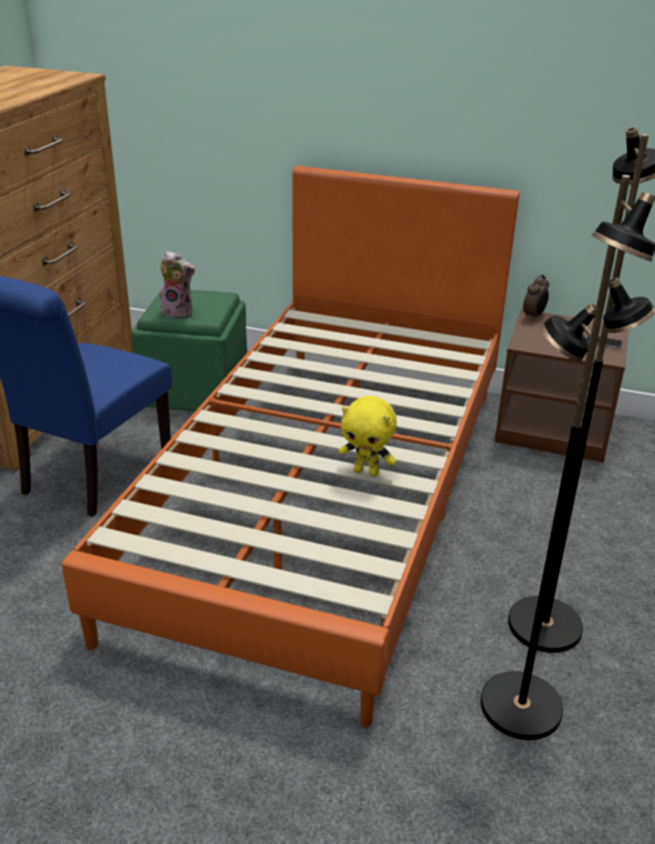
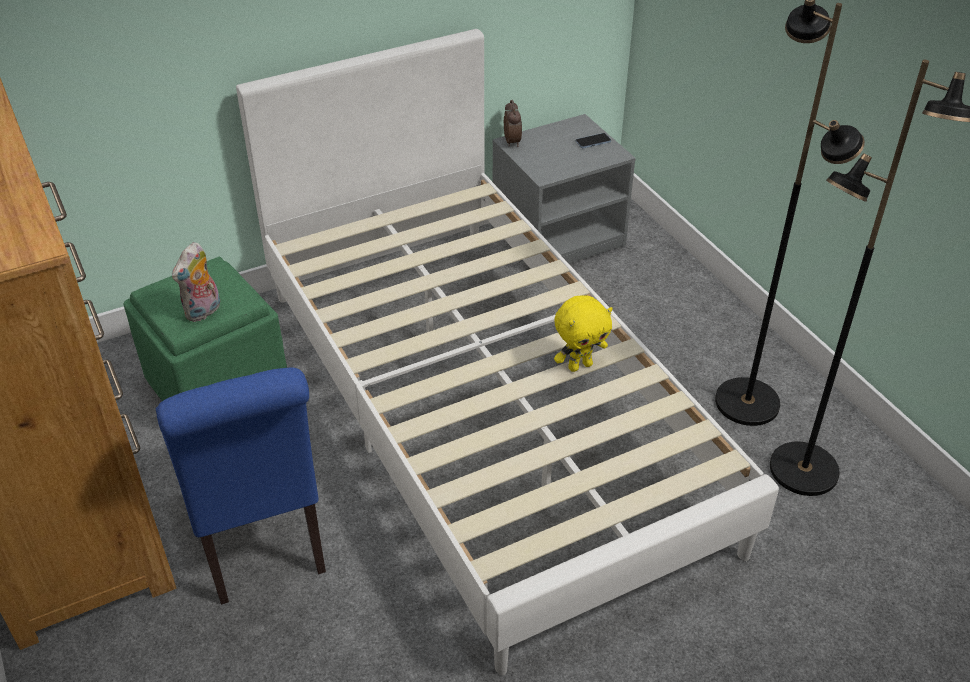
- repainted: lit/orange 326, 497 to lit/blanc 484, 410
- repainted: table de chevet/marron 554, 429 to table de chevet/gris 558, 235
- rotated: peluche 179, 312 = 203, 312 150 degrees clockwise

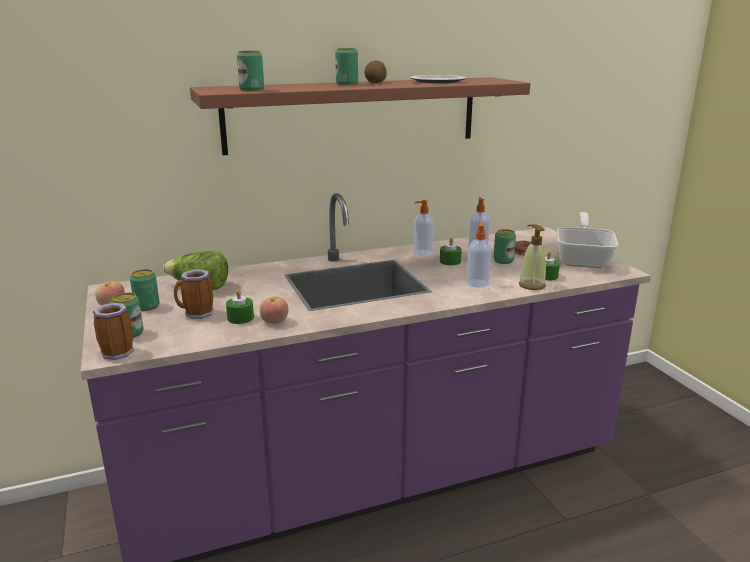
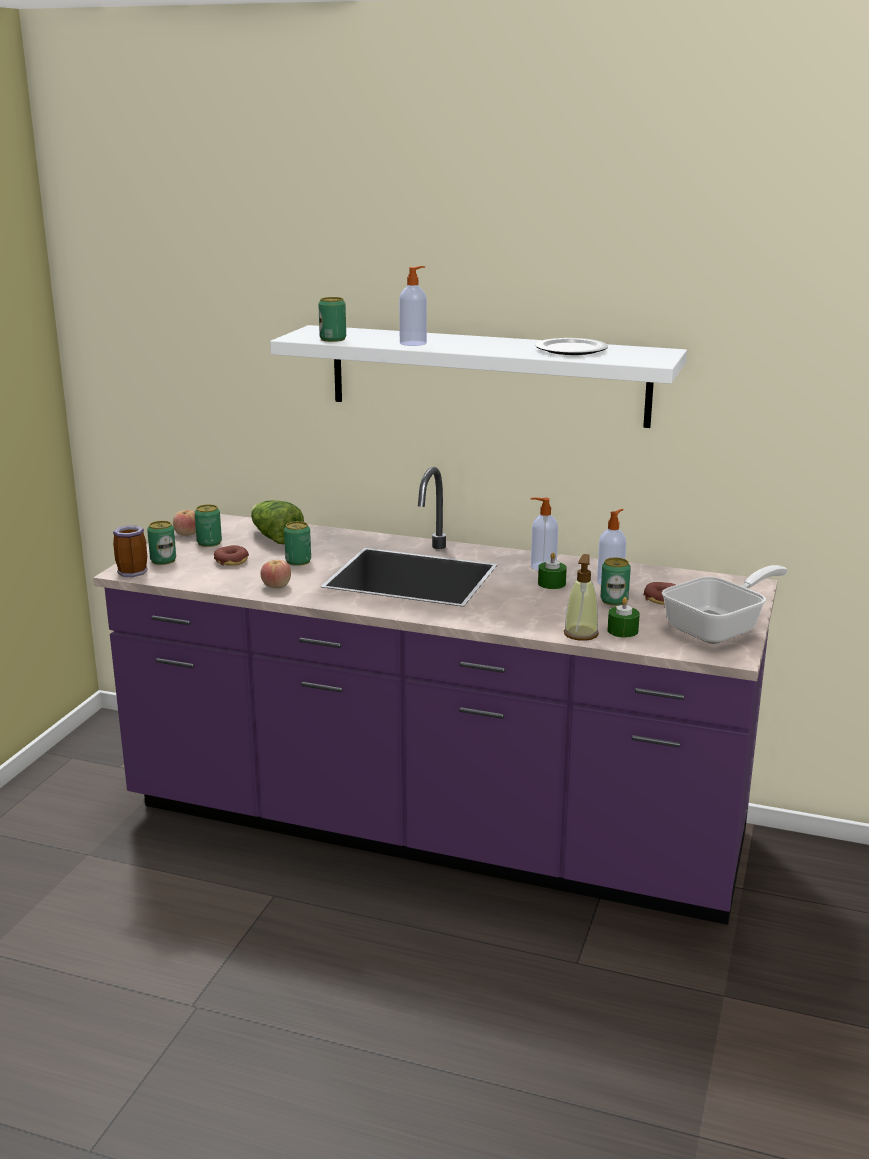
- gone: bougie/vert 240, 318
- gone: pomme de terre 375, 82
- shifted: boîte métallique 347, 84 to 298, 561
- shifted: distributeur de savon 477, 283 to 414, 343
- swapped: mug 196, 314 to beignet 231, 561
- repainted: étagère/marron 353, 114 to étagère/blanc 487, 375

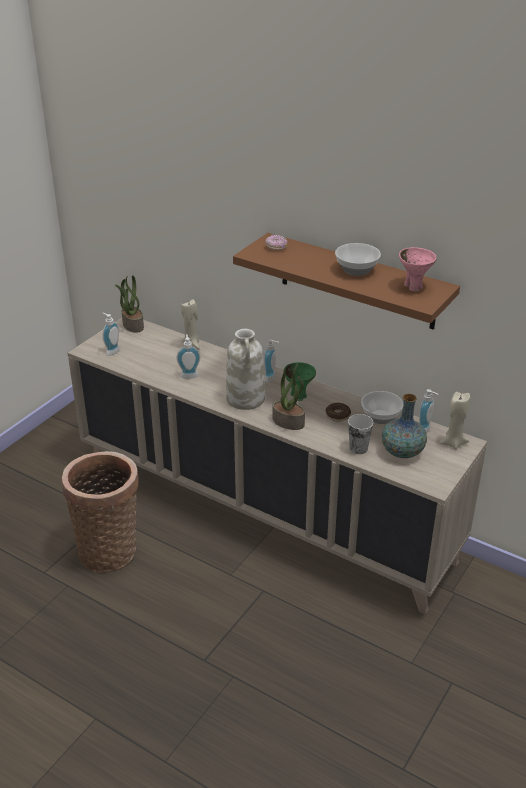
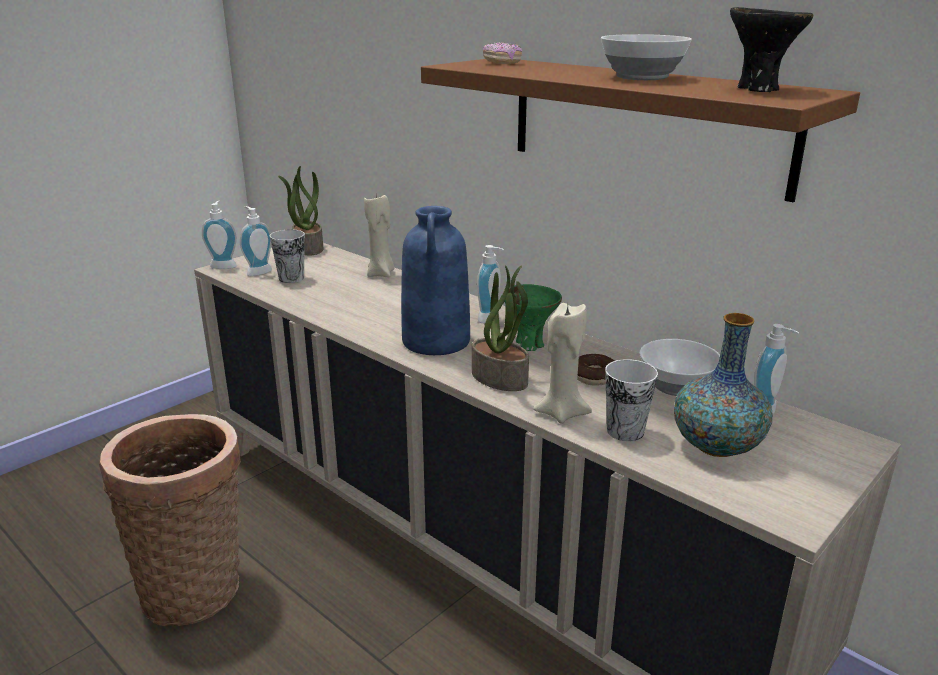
- new: tasse 291, 278
- shifted: distributeur de savon 189, 375 to 224, 265
- shifted: bougie/beige 453, 443 to 561, 413
- repainted: vase/blanc 246, 399 to vase/bleu 436, 341
- repainted: bol/rose 413, 287 to bol/noir 758, 89

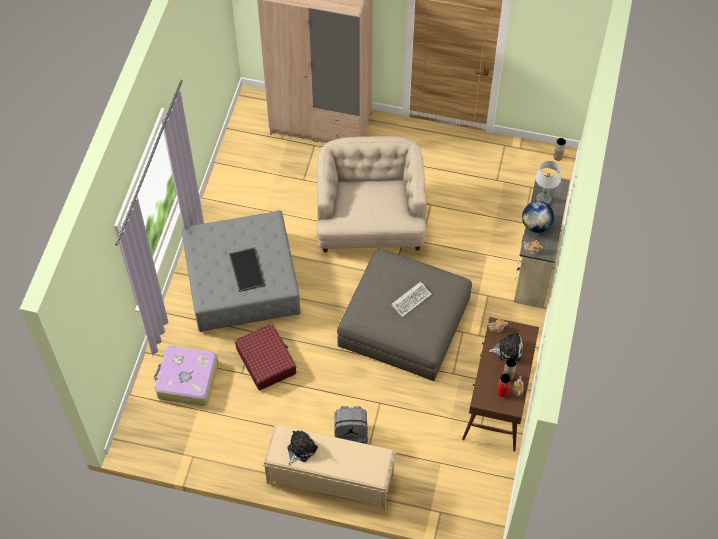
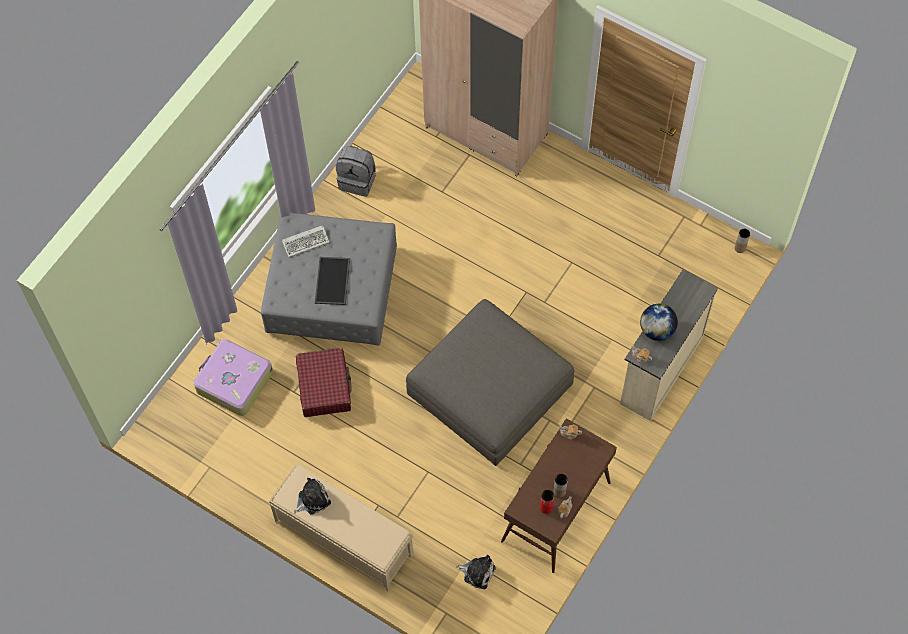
- gone: fauteuil/beige 370, 222
- gone: lampe de table 543, 199
- shifted: sac à dos/gris 351, 435 to 358, 180
- shifted: clavier 411, 299 to 306, 241
- shifted: peluche 508, 350 to 477, 572

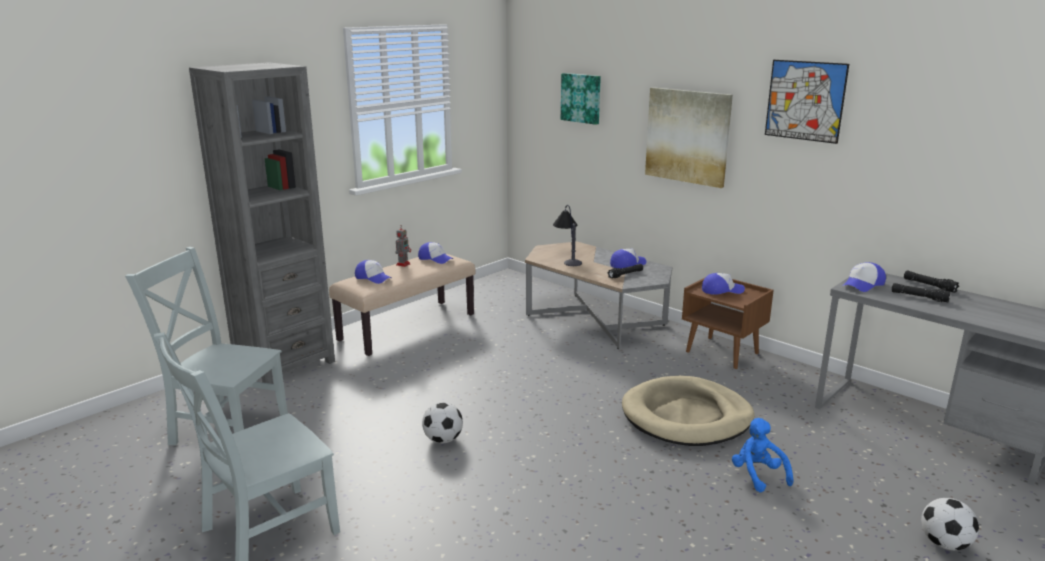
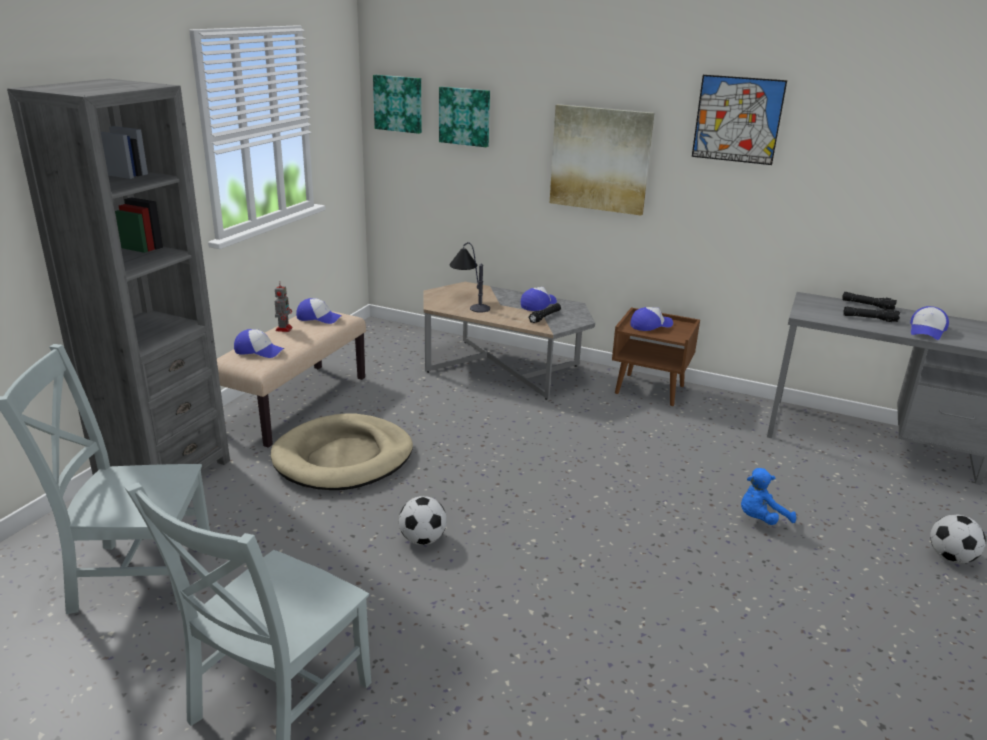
- new: tableau 398, 103
- shifted: panier pour chien/beige 686, 416 to 343, 457
- shifted: casquette 863, 284 to 927, 331
- rotated: peluche/bleu 758, 475 = 760, 519 75 degrees counterclockwise

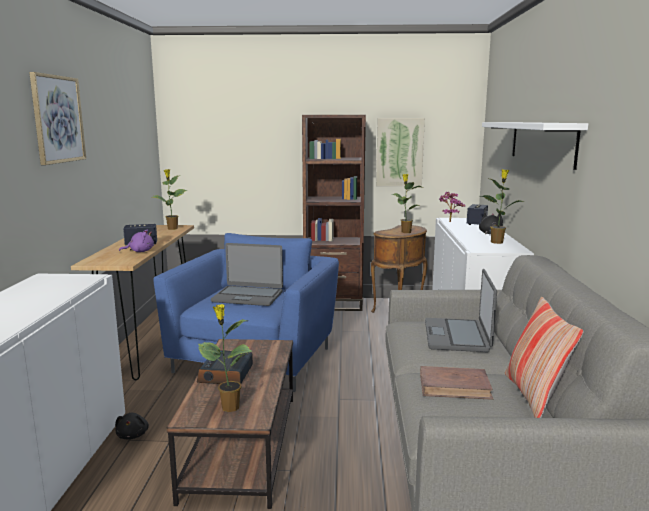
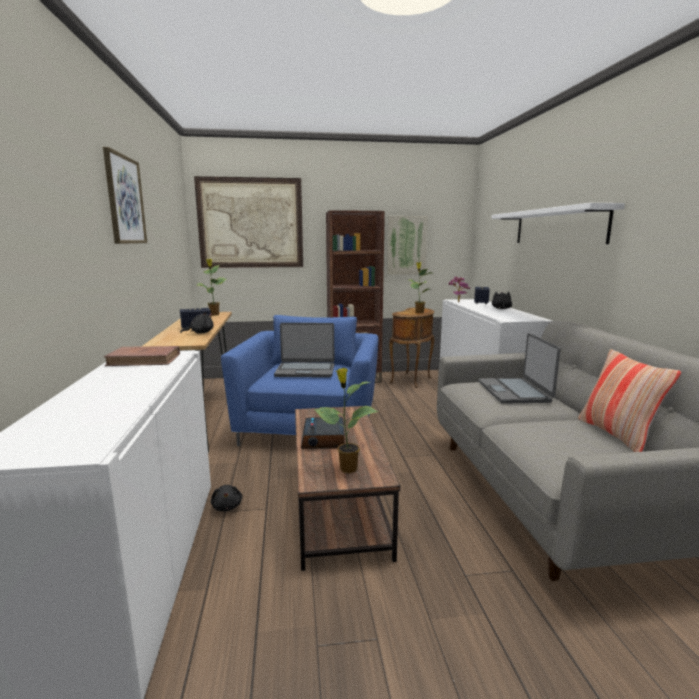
- gone: plante en pot 497, 242
- new: tableau 250, 223
- shifted: livre/marron 455, 386 to 144, 360
- repainted: peluche/violet 140, 251 to peluche/noir 200, 333

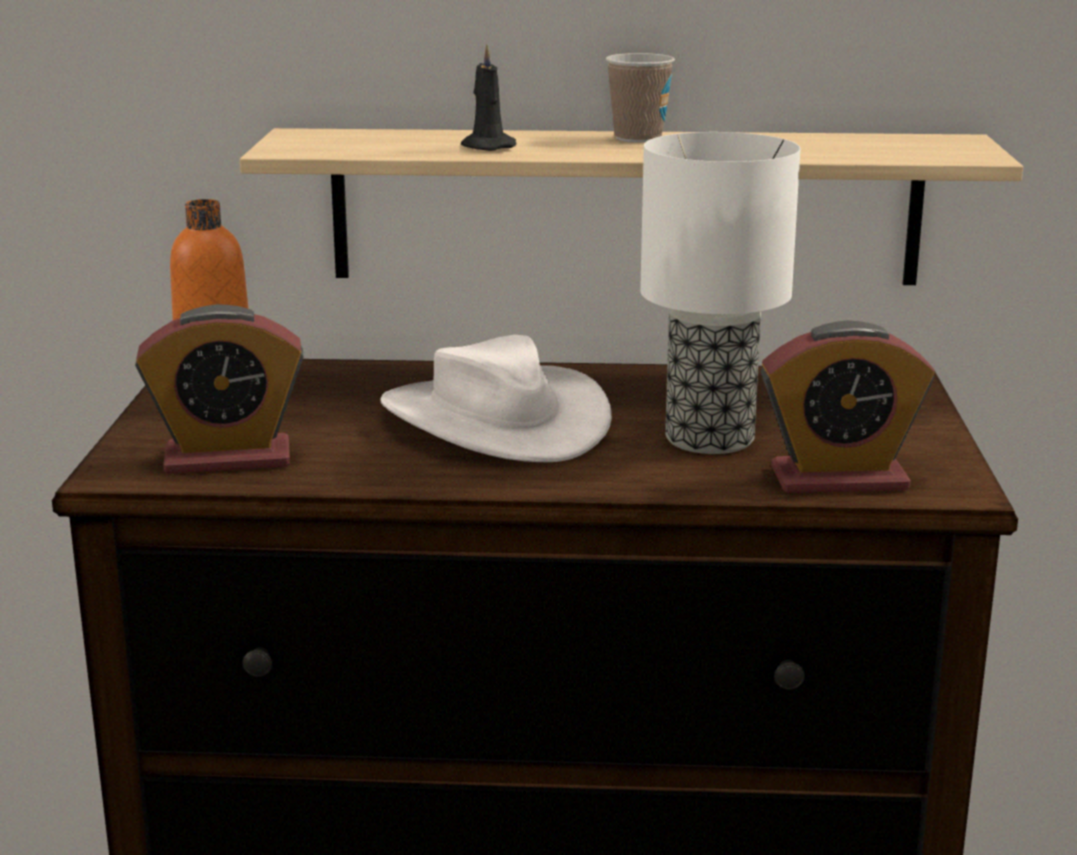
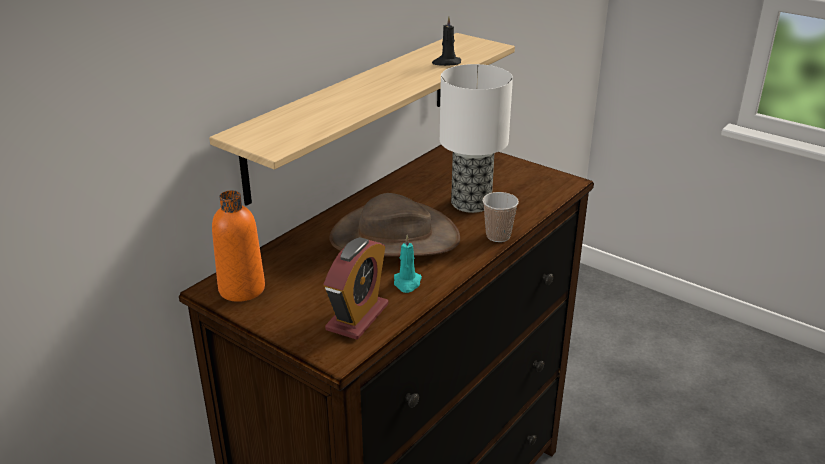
- gone: réveil 839, 479
- new: bougie/turquoise 407, 283
- shifted: bougie/noir 486, 147 to 446, 63
- shifted: tasse 638, 138 to 498, 236
- repainted: chapeau/blanc 494, 420 to chapeau/marron 394, 238

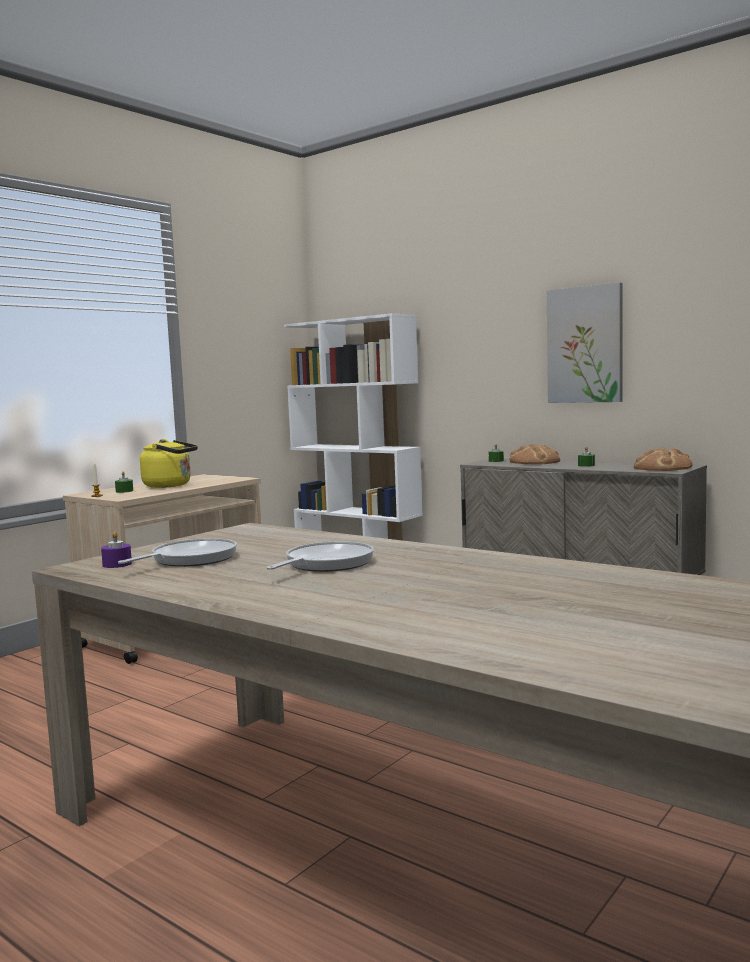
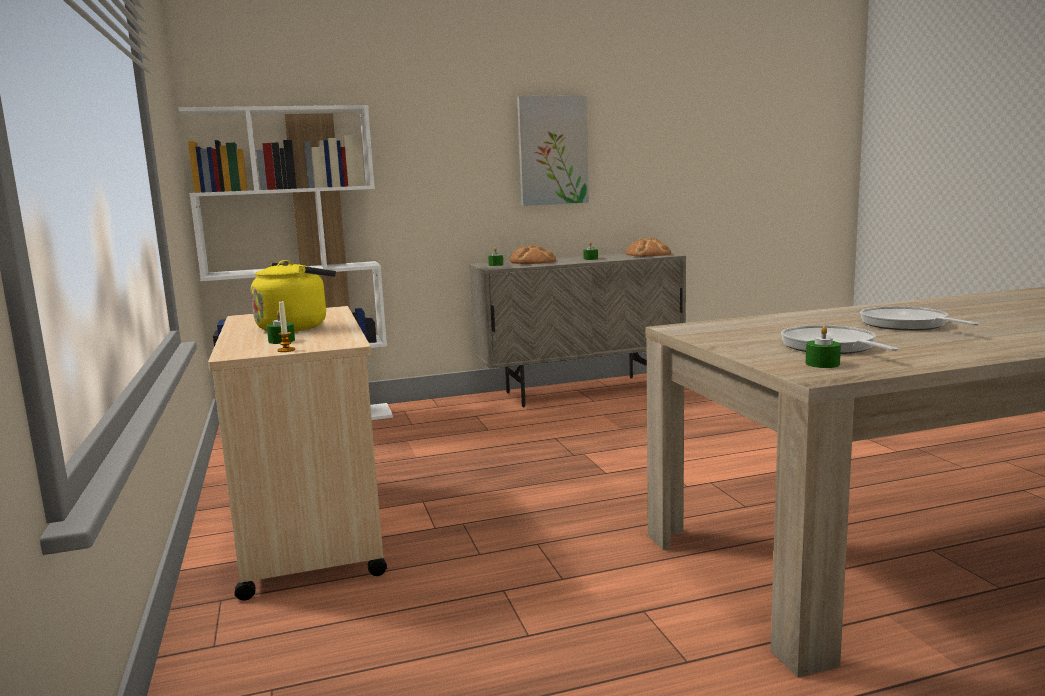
- repainted: bougie/violet 117, 564 to bougie/vert 822, 364

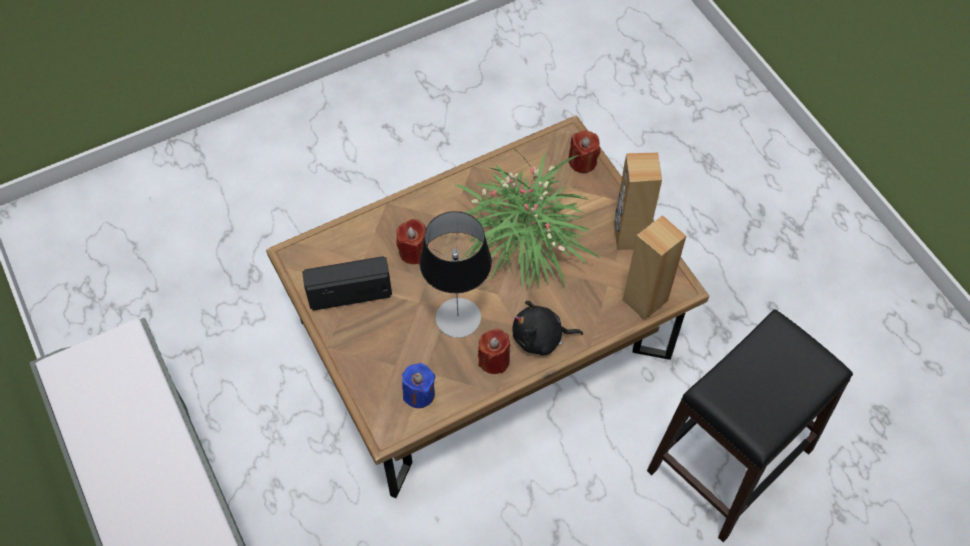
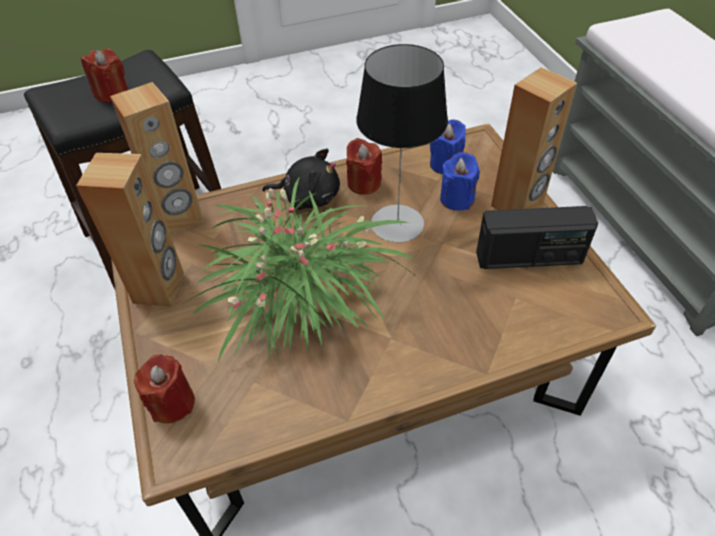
- new: bougie/bleu 457, 199
- new: enceinte/marron 517, 205
- shifted: bougie/rouge 413, 252 to 112, 93

